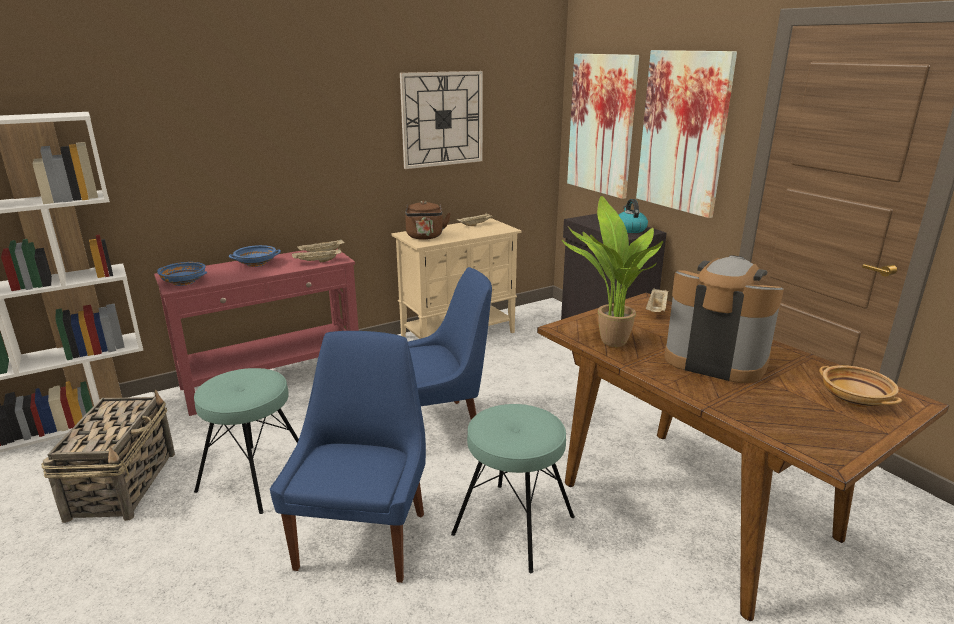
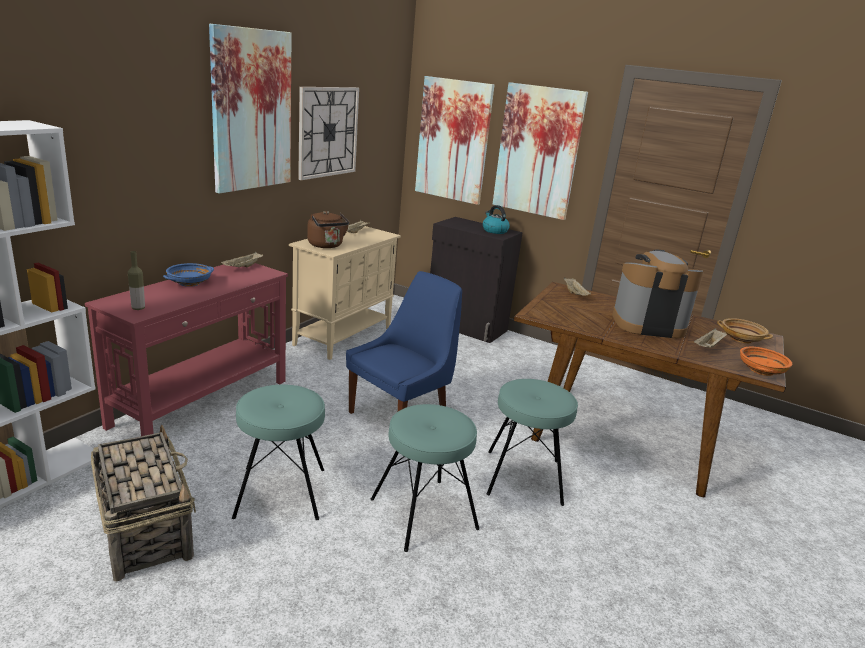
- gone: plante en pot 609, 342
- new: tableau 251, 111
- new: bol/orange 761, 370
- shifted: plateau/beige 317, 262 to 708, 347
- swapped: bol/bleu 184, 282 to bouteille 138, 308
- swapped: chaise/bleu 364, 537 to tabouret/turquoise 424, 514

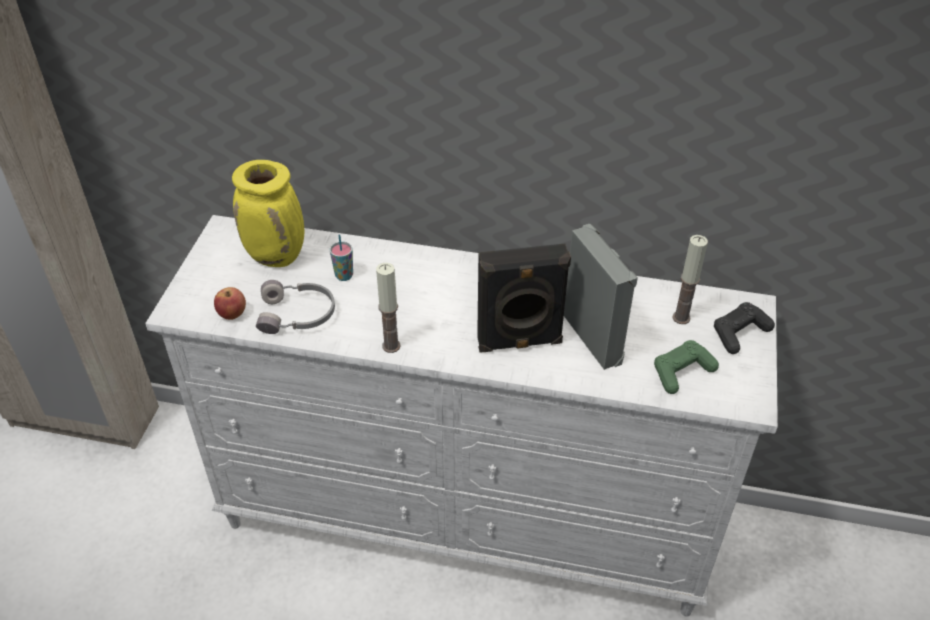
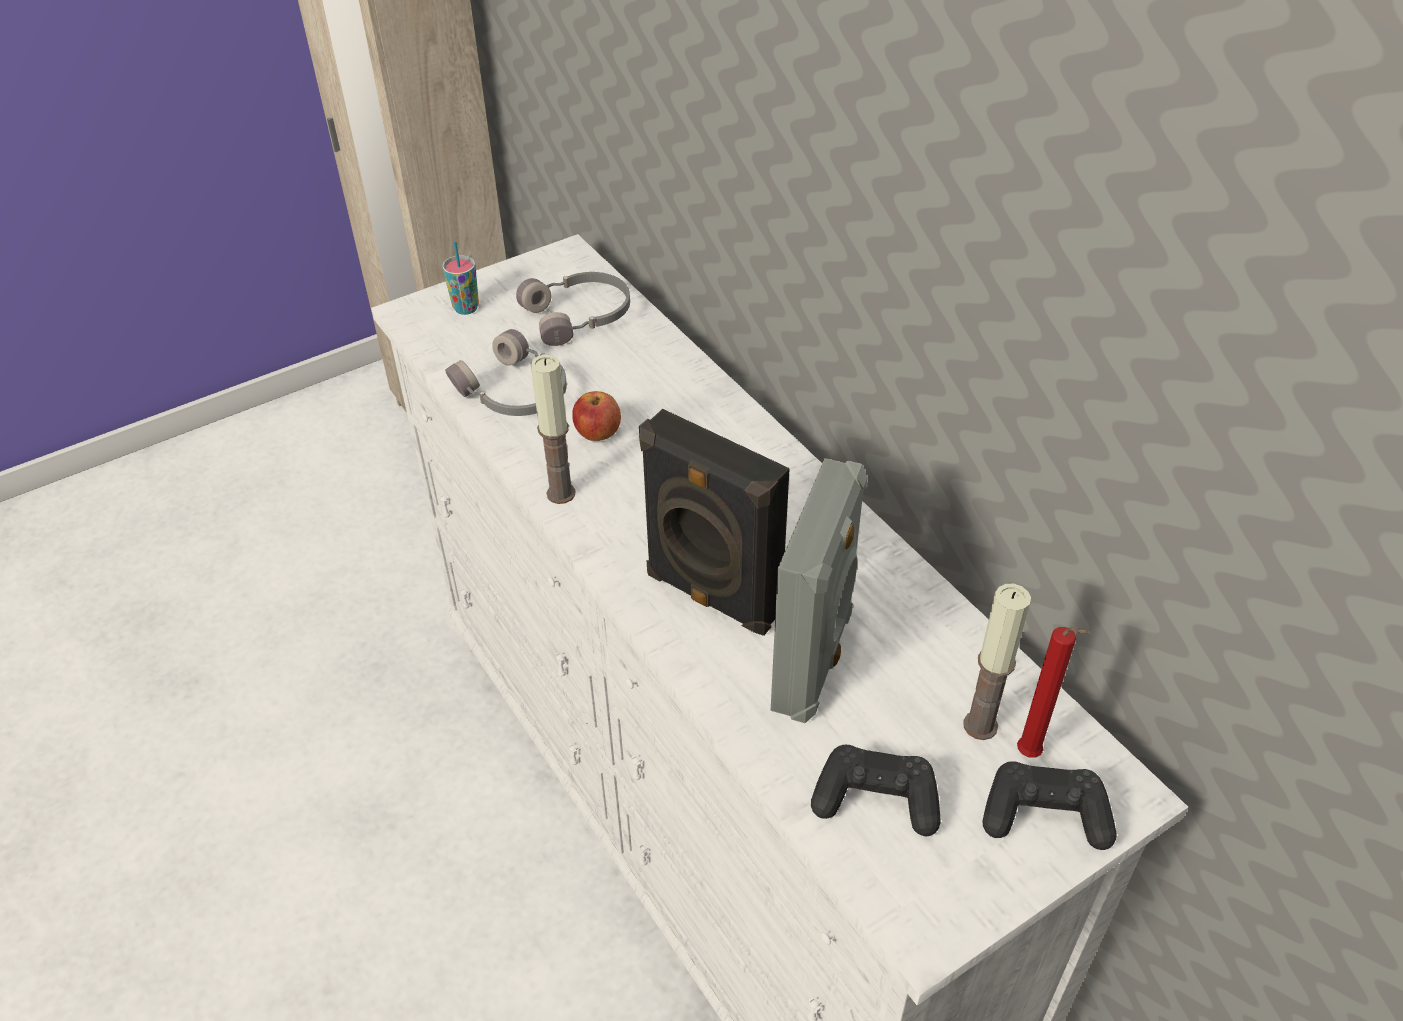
- new: bougie/rouge 1031, 756
- shifted: pomme 232, 314 to 598, 434
- shifted: tasse 344, 276 to 466, 308
- swapped: vase/jaune 278, 257 to casque audio/gris 579, 317
- repainted: manette/vert 681, 372 to manette/noir 876, 799

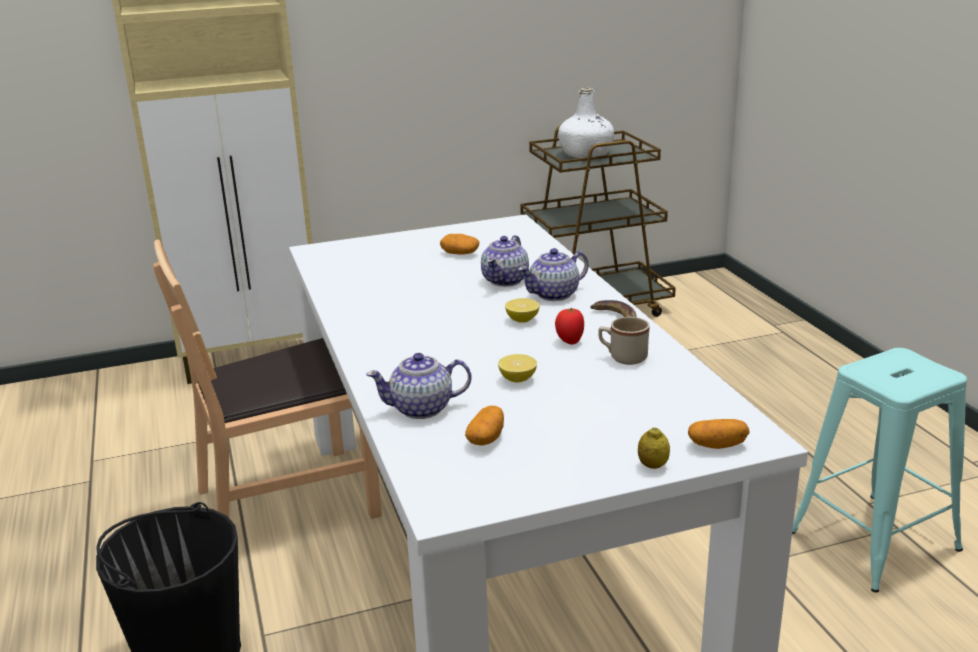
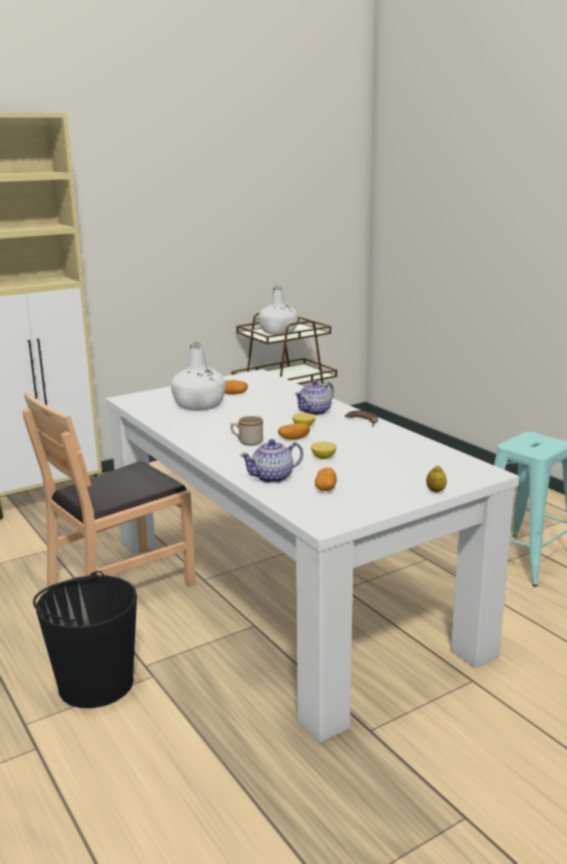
- gone: théière 506, 280
- gone: tomate 569, 341
- new: bouteille/blanc 200, 405
- shifted: mug/beige 622, 357 to 247, 442
- shifted: pomme de terre 717, 445 to 294, 438

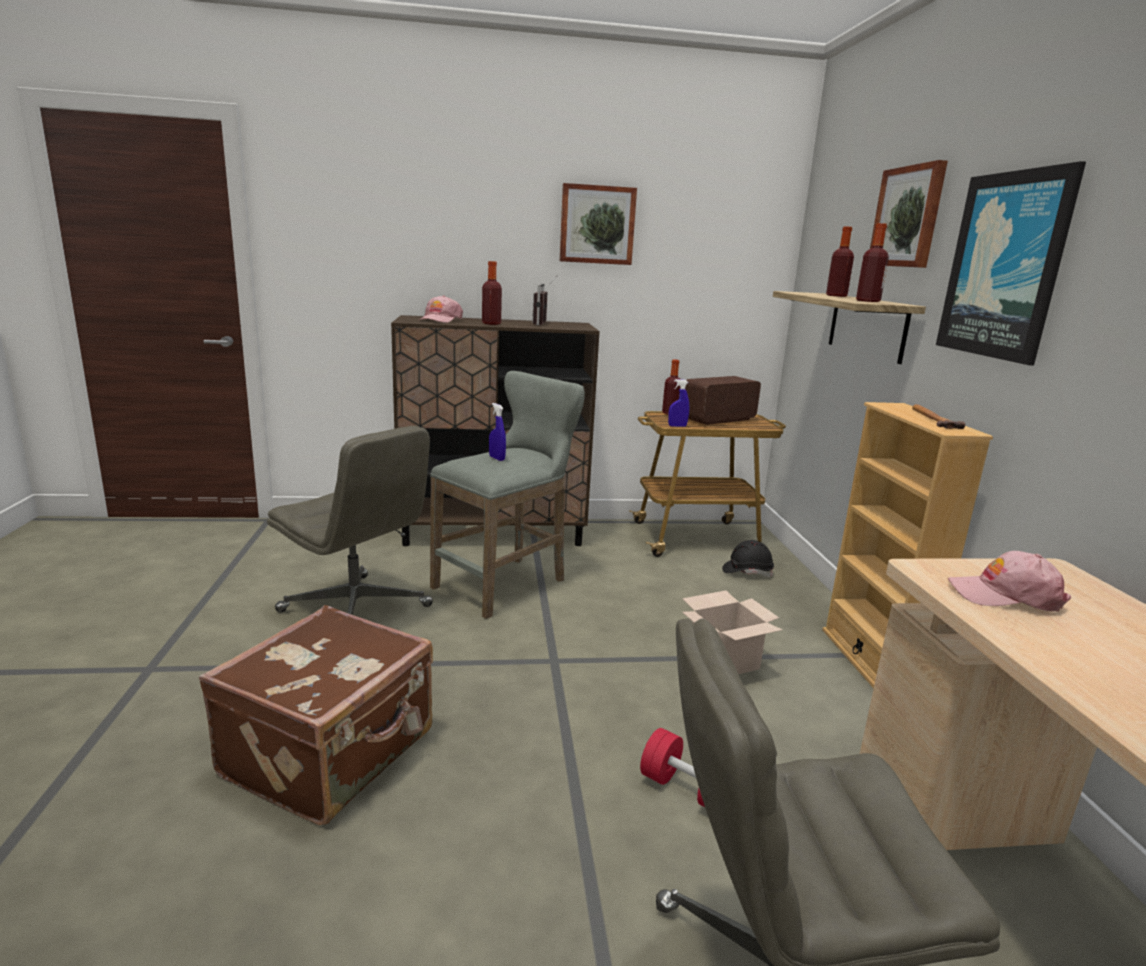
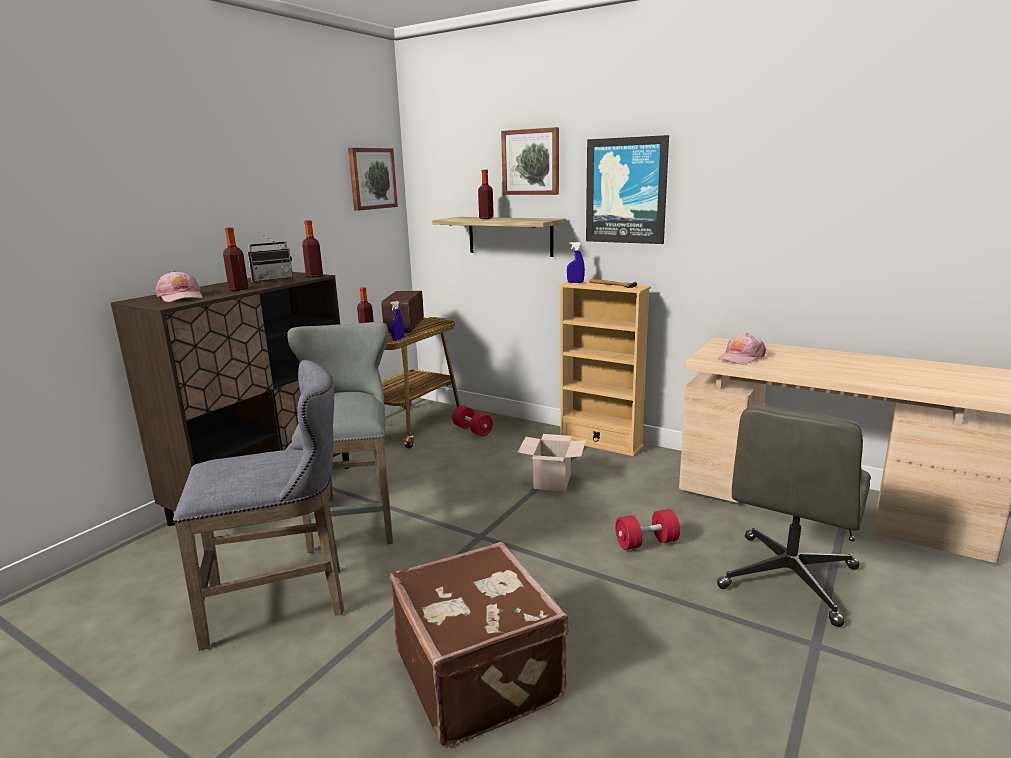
- shifted: vaporisateur/bleu 497, 458 to 575, 282
- shifted: tableau 597, 225 to 372, 178
- shifted: bouteille 868, 301 to 314, 276
- swapped: chaise de bureau/gris 357, 609 to tabouret/gris 284, 602
- swapped: casque de chantier/noir 747, 572 to haltère/rouge 472, 430
- rotated: radio 544, 324 = 272, 279 75 degrees counterclockwise

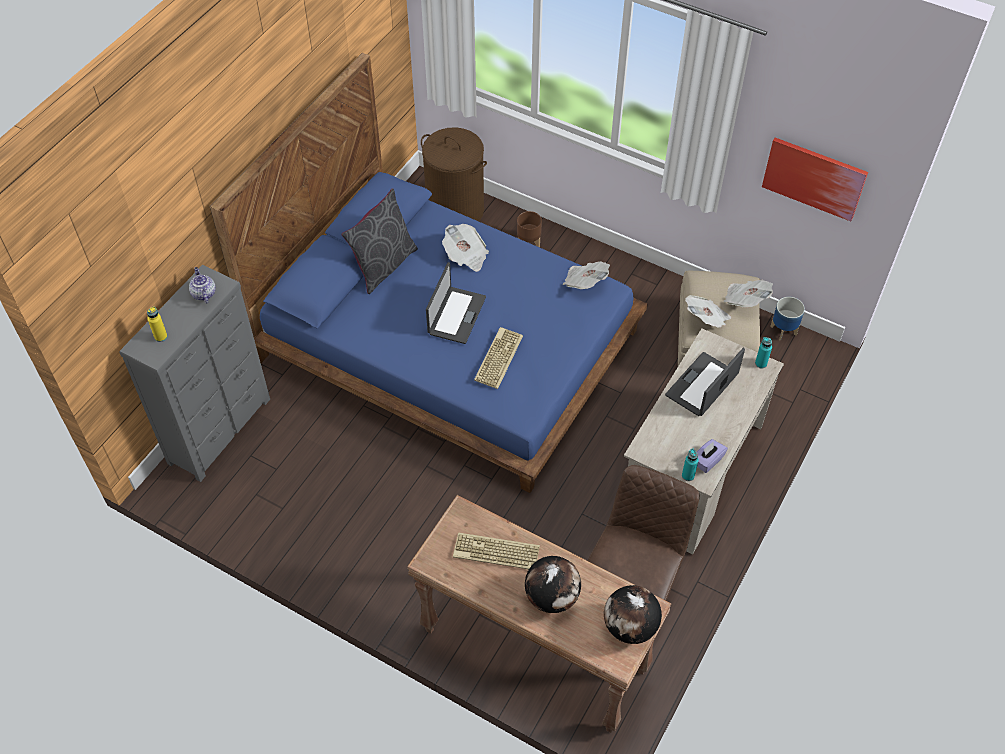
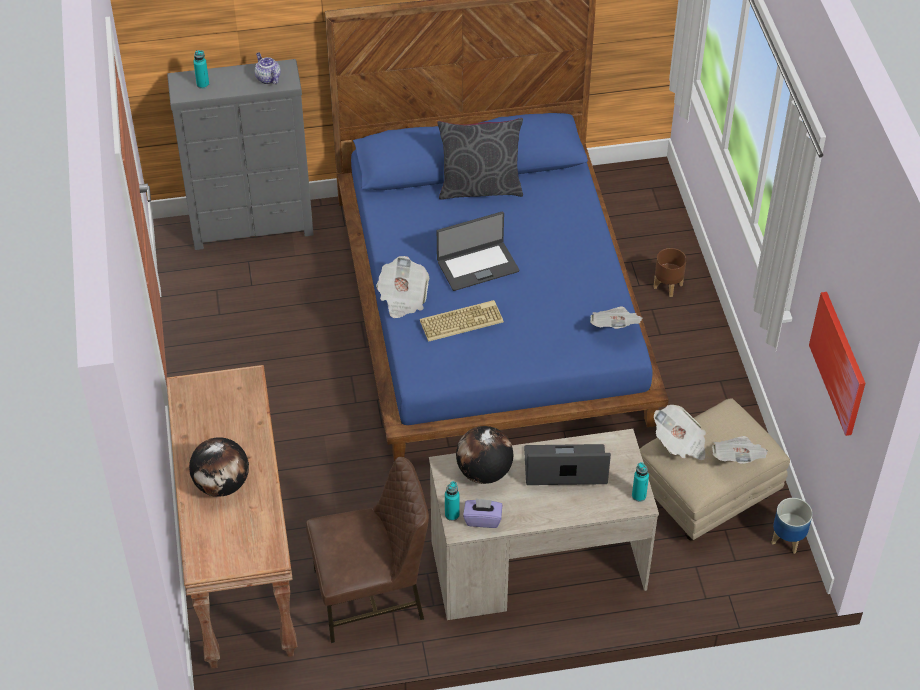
- gone: panier à linge/marron 455, 210
- gone: clavier 495, 553
- shifted: journal 466, 256 to 402, 298
- shifted: globe 630, 627 to 484, 472
- repainted: bouteille/jaune 161, 337 to bouteille/turquoise 203, 84
- rotated: théière 203, 293 = 267, 78 60 degrees counterclockwise

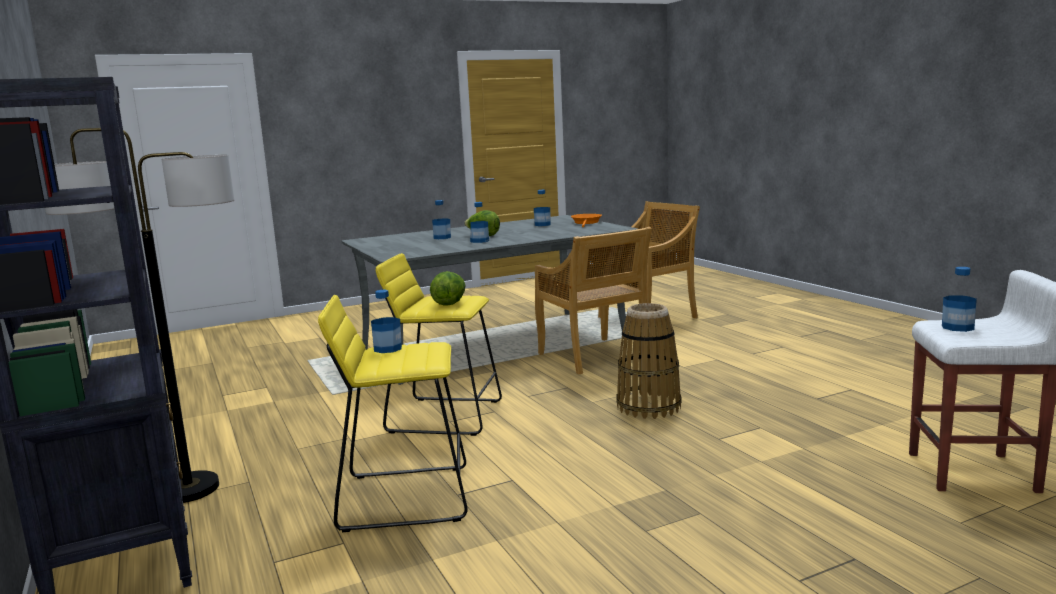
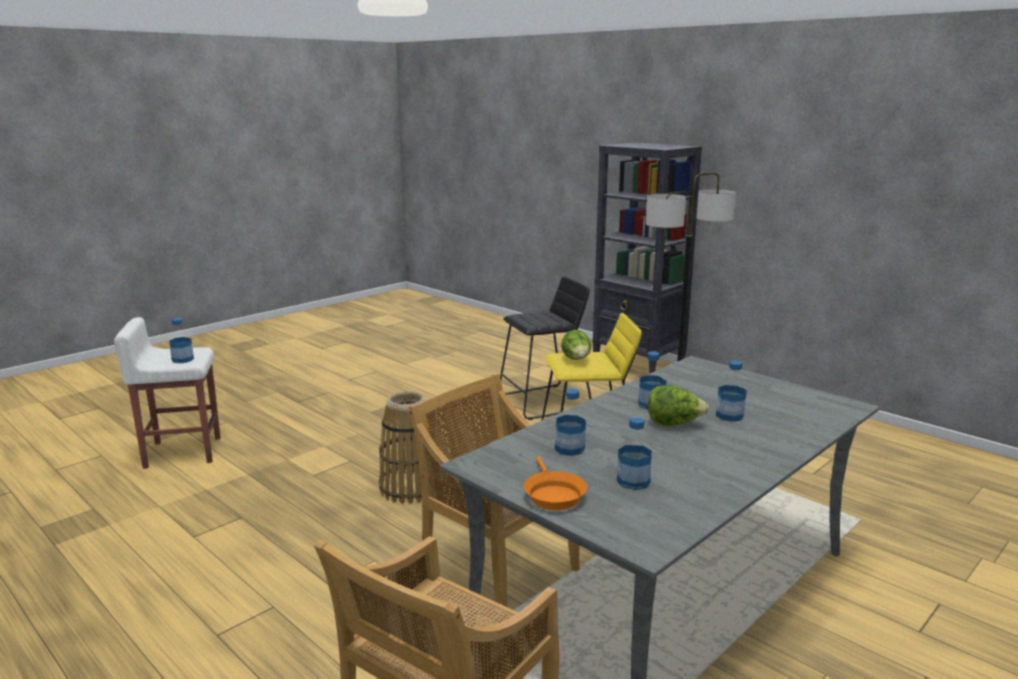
- shifted: bouteille 388, 348 to 569, 449
- repainted: tabouret/jaune 405, 497 to tabouret/noir 544, 402

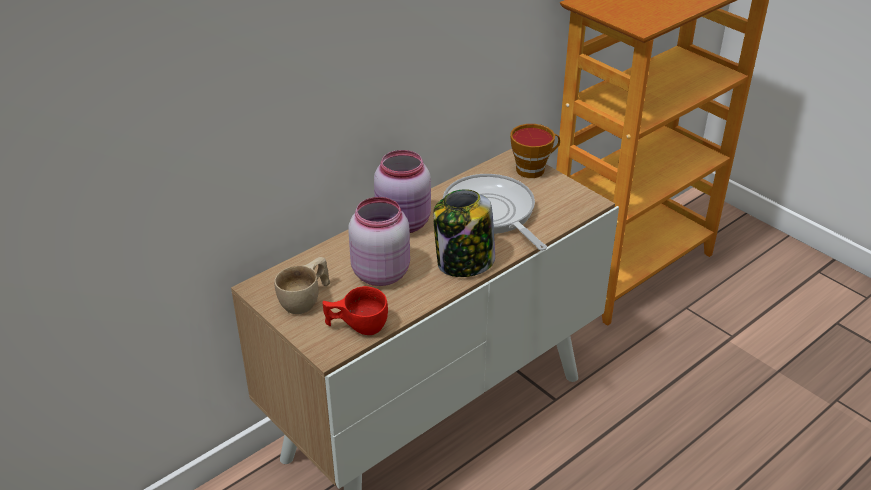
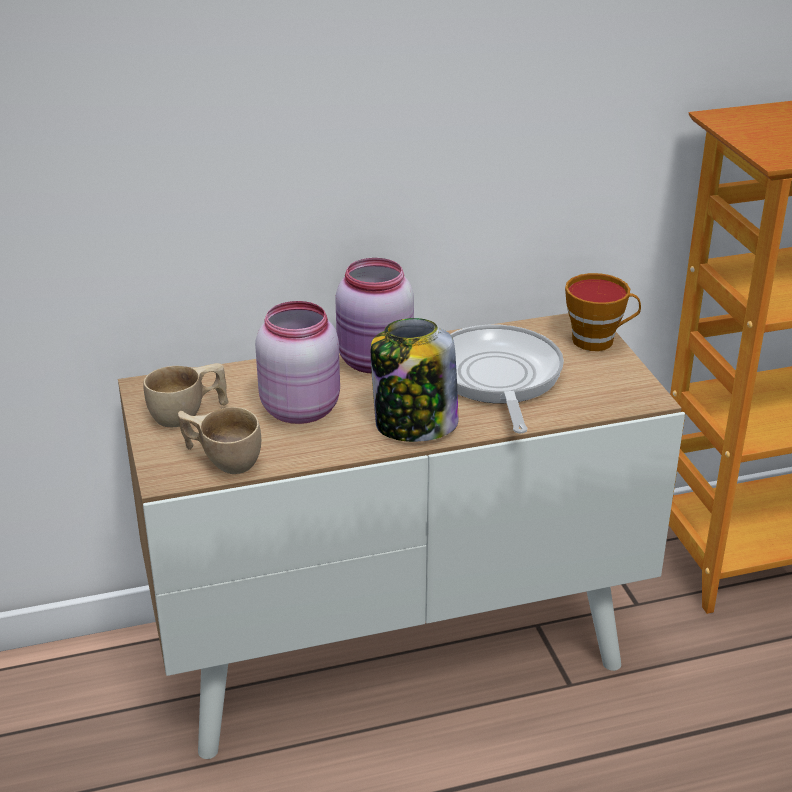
- repainted: tasse/rouge 356, 326 to tasse/beige 222, 459

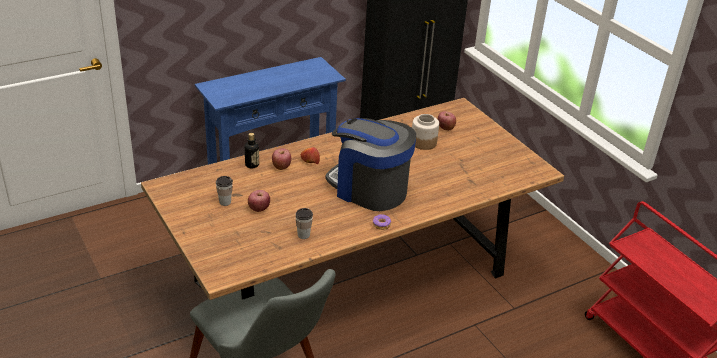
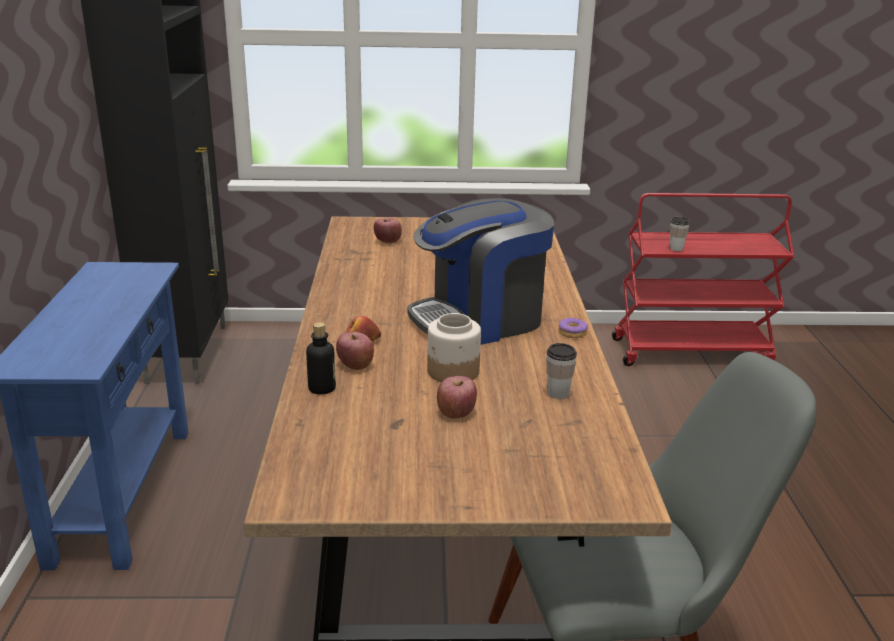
- shifted: tasse 225, 202 to 676, 248
- shifted: bocal 423, 142 to 453, 372

